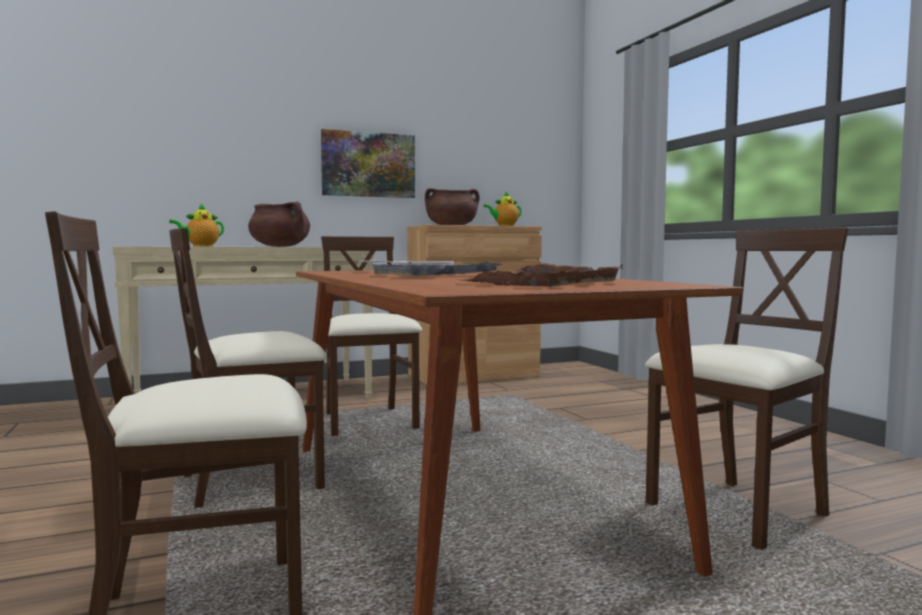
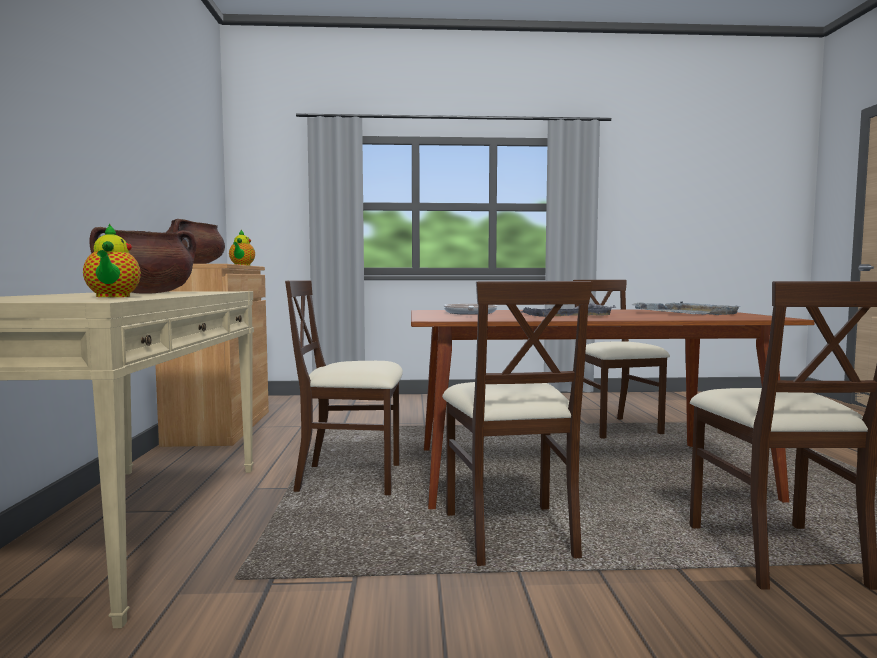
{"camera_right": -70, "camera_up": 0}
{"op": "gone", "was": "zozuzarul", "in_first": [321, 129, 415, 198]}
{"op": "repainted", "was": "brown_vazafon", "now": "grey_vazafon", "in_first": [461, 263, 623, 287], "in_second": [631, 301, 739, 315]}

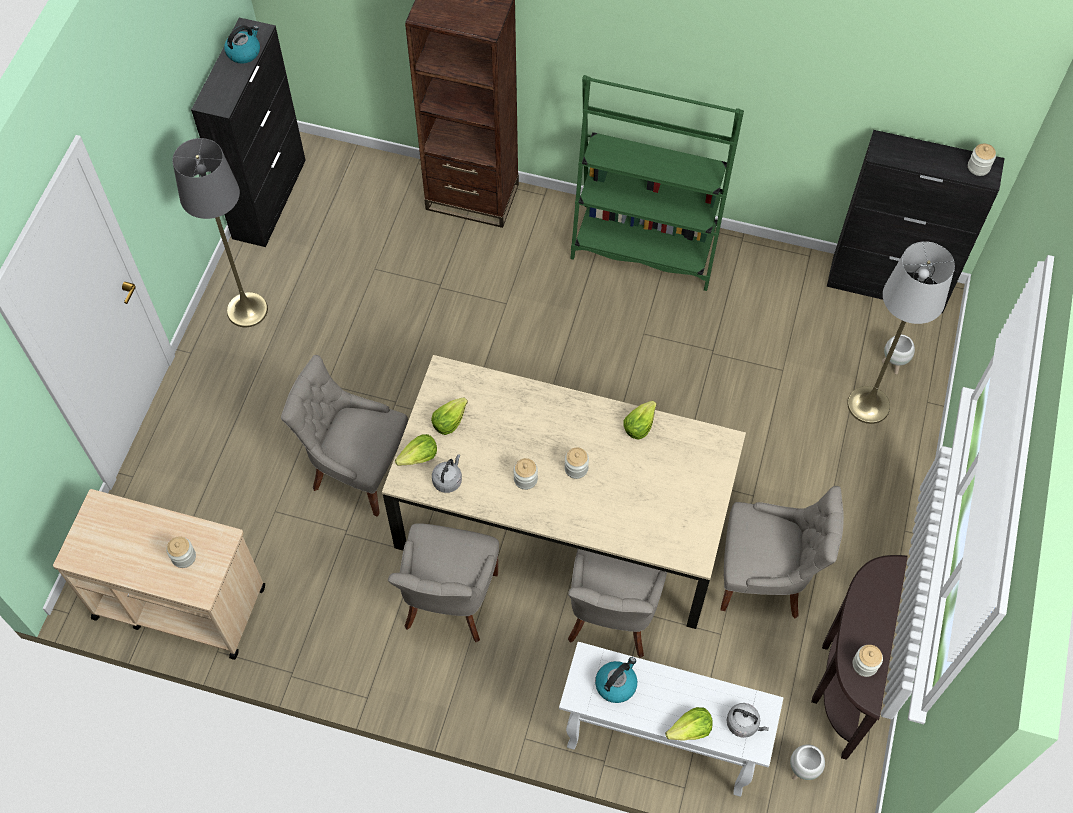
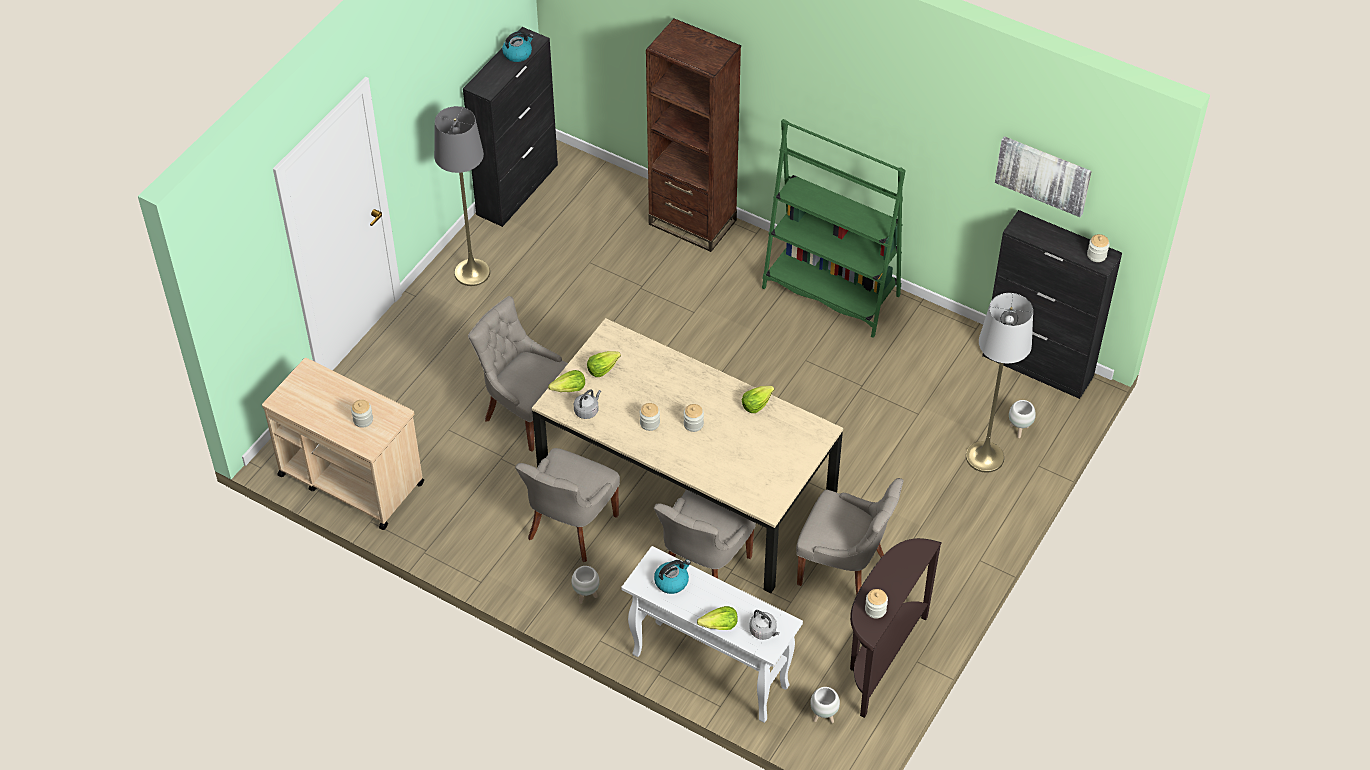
{"camera_right": 15, "camera_up": -10}
{"op": "new", "now": "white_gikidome", "in_second": [571, 566, 600, 604]}
{"op": "new", "now": "zozuzarul", "in_second": [995, 136, 1092, 217]}

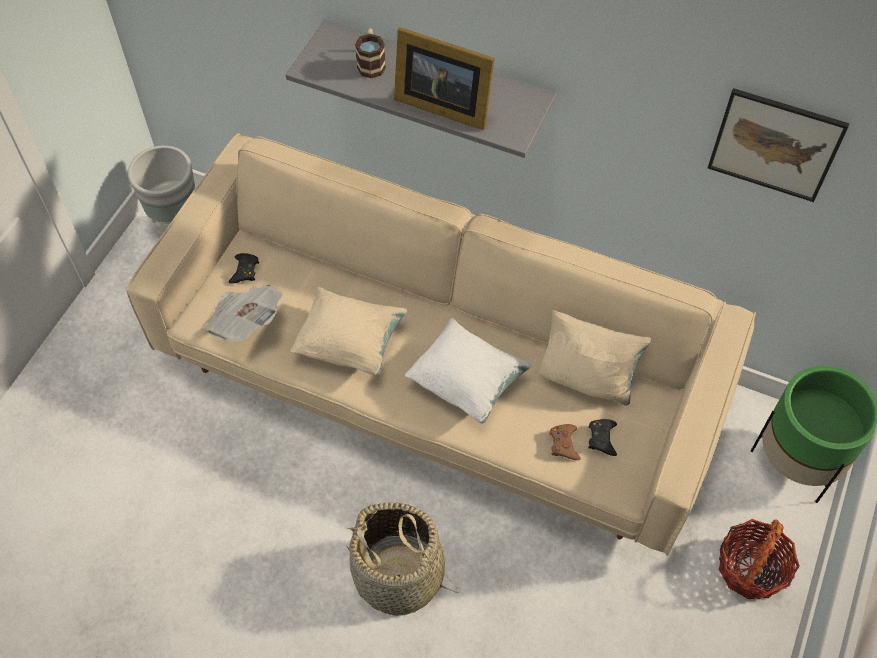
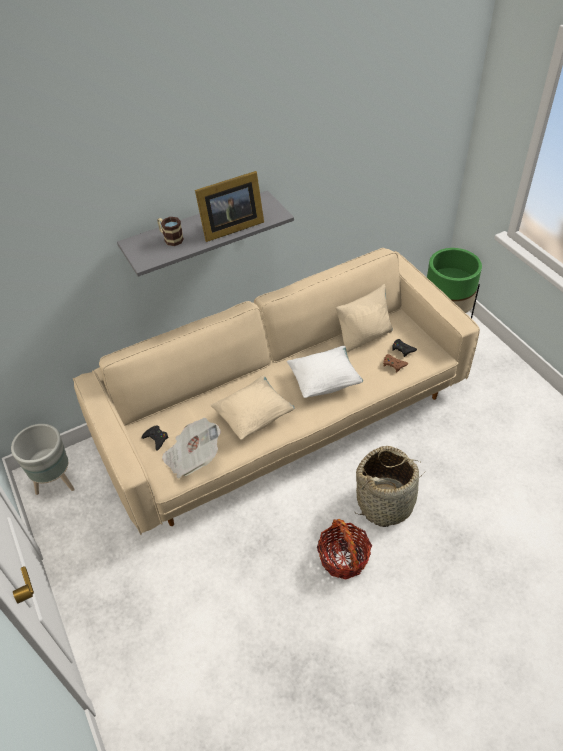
{"camera_right": -50, "camera_up": -10}
{"op": "gone", "was": "zozuzarul", "in_first": [708, 88, 850, 202]}
{"op": "shifted", "was": "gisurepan", "in_first": [719, 519, 800, 599], "in_second": [317, 519, 372, 580]}

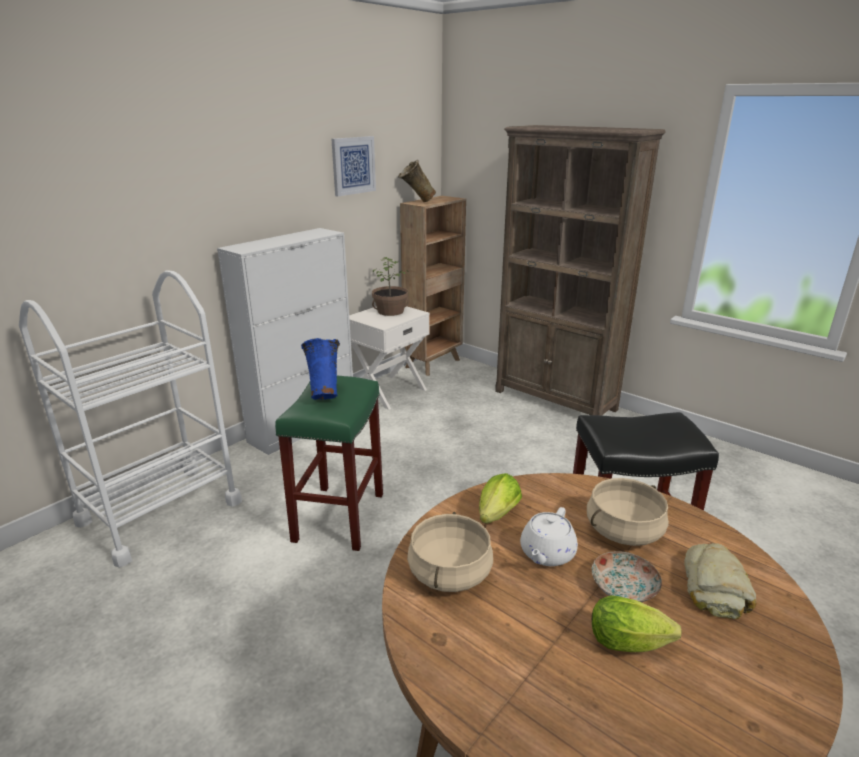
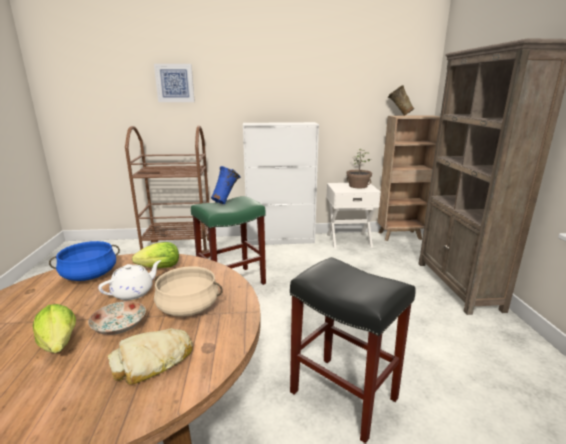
{"camera_right": 45, "camera_up": -5}
{"op": "shifted", "was": "zozuzarul", "in_first": [331, 136, 376, 196], "in_second": [154, 64, 195, 102]}
{"op": "repainted", "was": "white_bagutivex", "now": "brown_bagutivex", "in_first": [19, 270, 242, 568], "in_second": [125, 125, 210, 258]}
{"op": "repainted", "was": "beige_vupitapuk", "now": "blue_vupitapuk", "in_first": [407, 512, 493, 592], "in_second": [49, 241, 120, 281]}
{"op": "rotated", "was": "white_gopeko", "in_first": [520, 507, 578, 566], "in_second": [98, 260, 161, 300], "clockwise": 150}

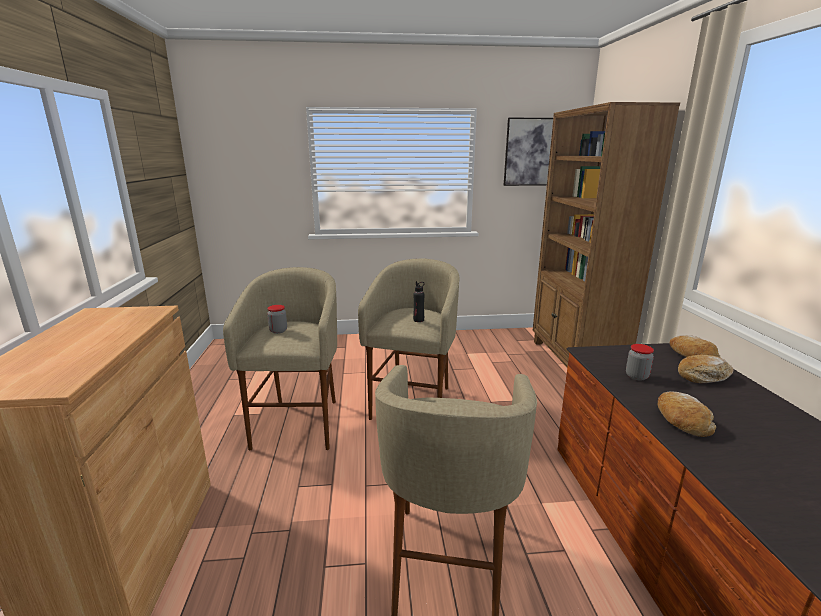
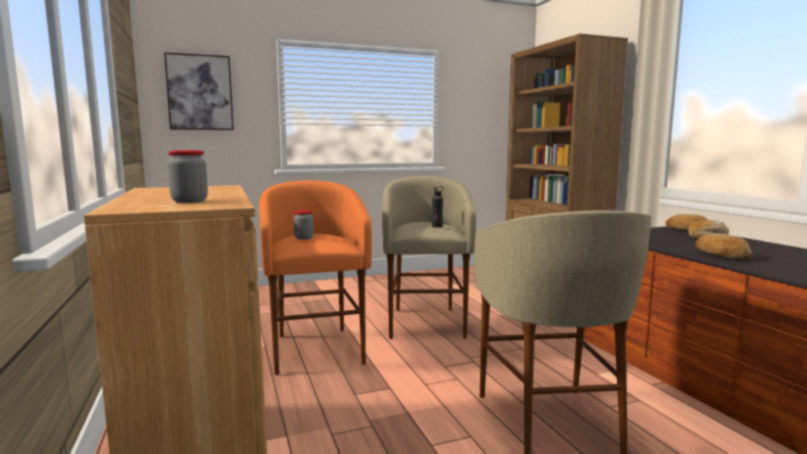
{"camera_right": -15, "camera_up": -10}
{"op": "shifted", "was": "zozuzarul", "in_first": [504, 118, 553, 186], "in_second": [164, 52, 234, 130]}
{"op": "shifted", "was": "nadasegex", "in_first": [626, 344, 654, 380], "in_second": [168, 150, 208, 203]}
{"op": "repainted", "was": "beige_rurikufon", "now": "orange_rurikufon", "in_first": [223, 267, 337, 451], "in_second": [259, 180, 372, 375]}

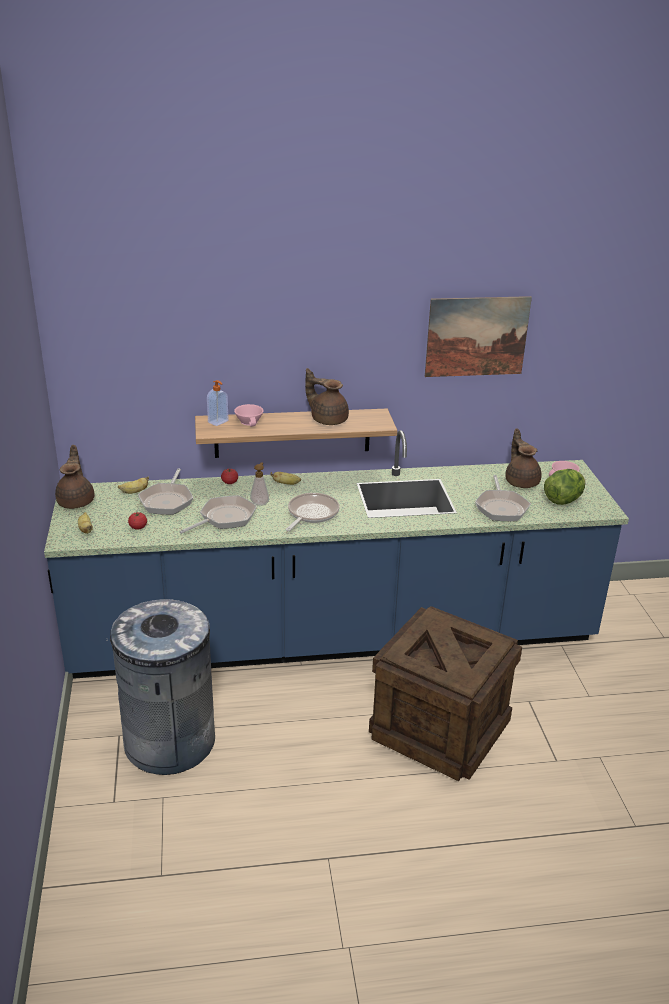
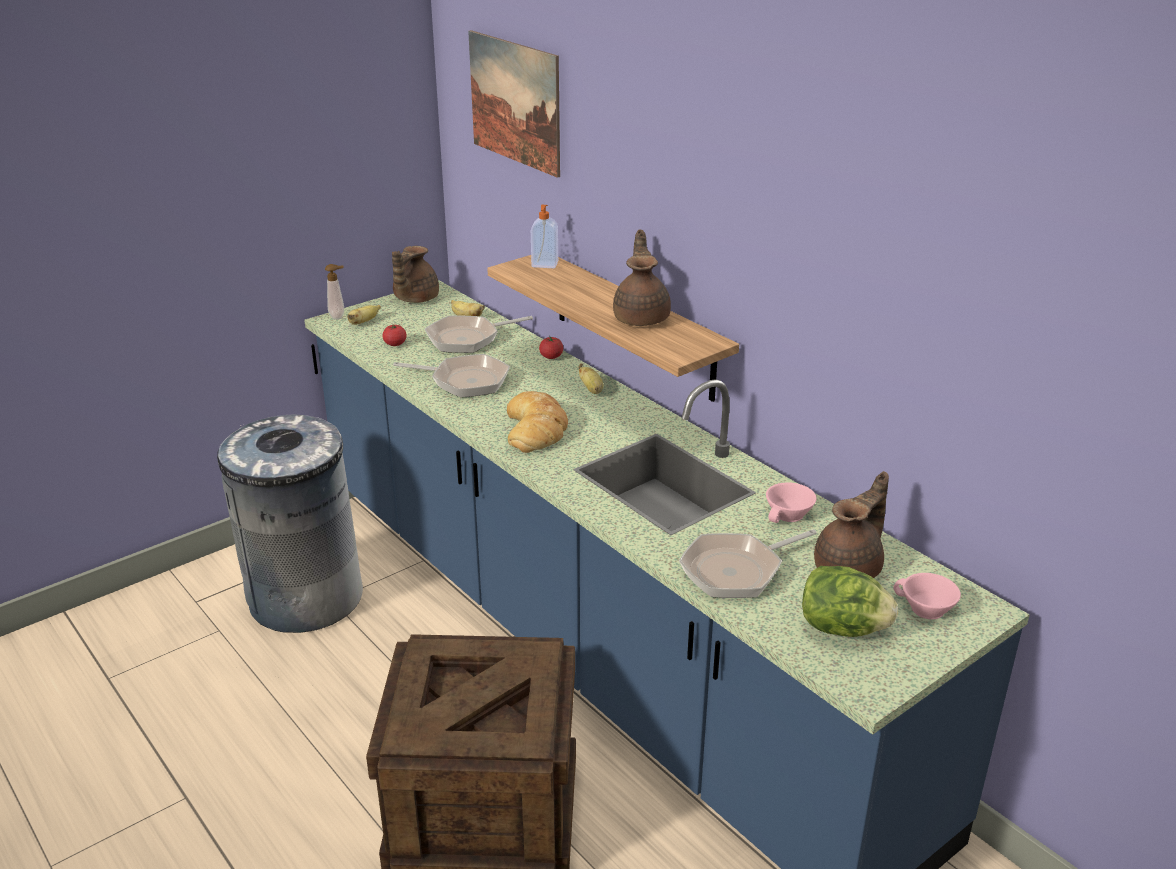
{"camera_right": 60, "camera_up": 0}
{"op": "shifted", "was": "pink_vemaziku", "in_first": [234, 404, 264, 427], "in_second": [766, 482, 817, 523]}
{"op": "shifted", "was": "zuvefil", "in_first": [250, 462, 269, 506], "in_second": [325, 264, 344, 320]}
{"op": "shifted", "was": "zozuzarul", "in_first": [425, 296, 532, 377], "in_second": [468, 30, 560, 178]}
{"op": "swapped", "was": "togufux", "now": "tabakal", "in_first": [286, 493, 339, 531], "in_second": [507, 391, 568, 453]}
{"op": "rotated", "was": "brown_gopeko", "in_first": [55, 445, 95, 509], "in_second": [392, 246, 439, 303], "clockwise": 150}

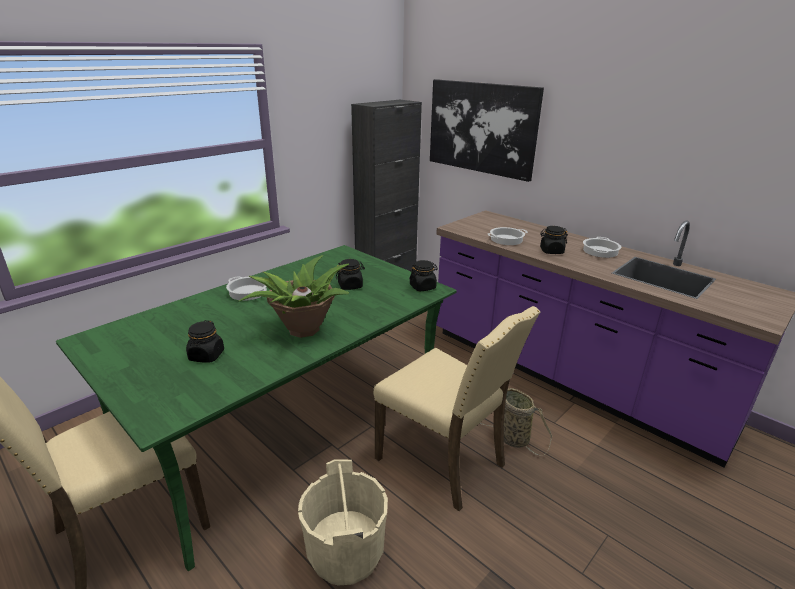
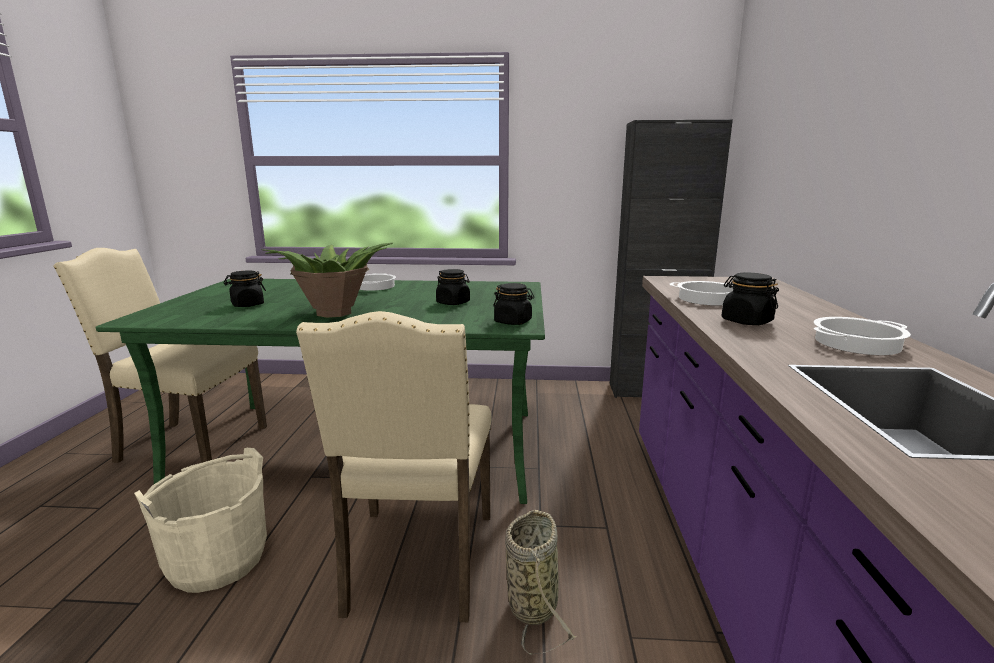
{"camera_right": 50, "camera_up": -10}
{"op": "gone", "was": "zozuzarul", "in_first": [430, 79, 544, 182]}

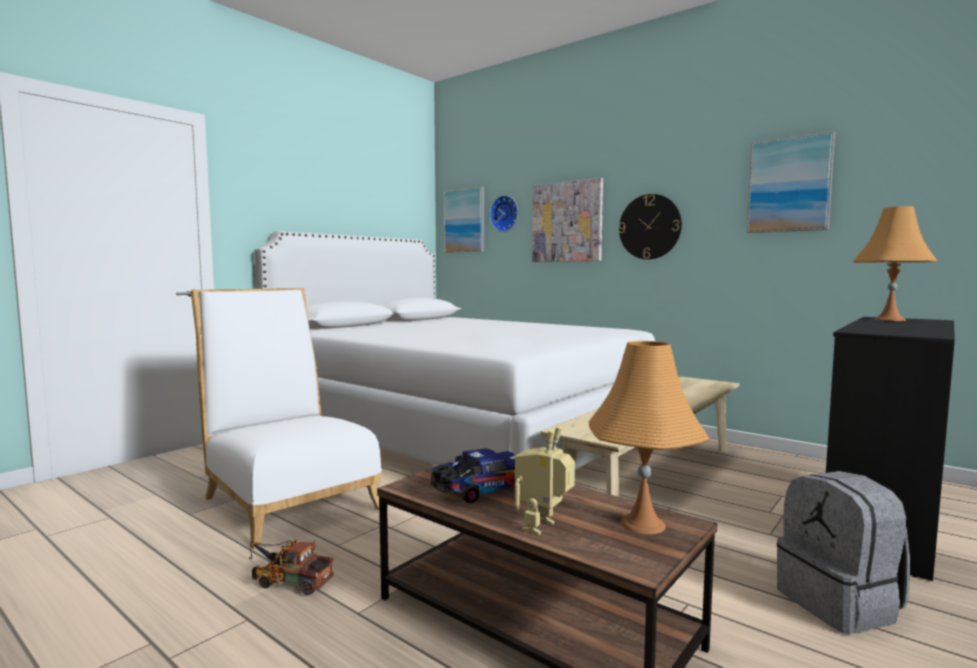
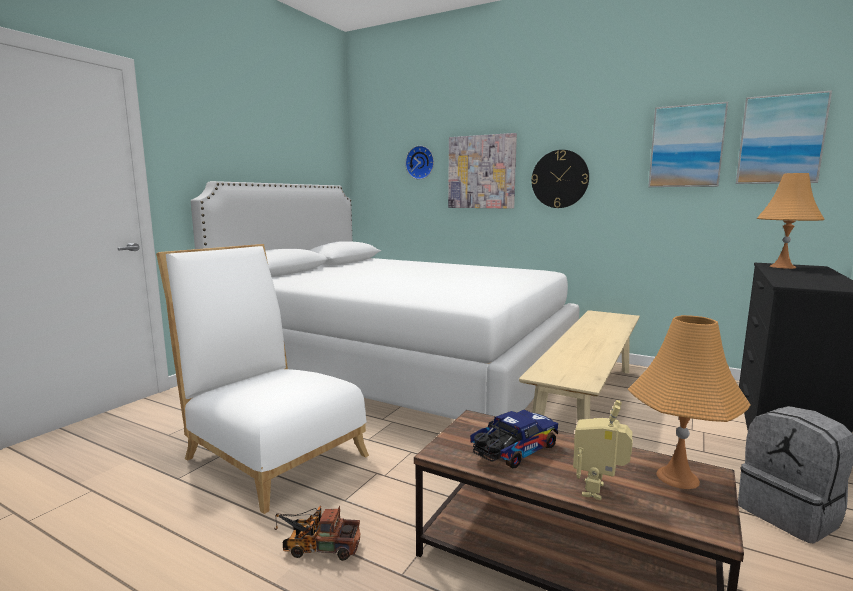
{"camera_right": -10, "camera_up": 5}
{"op": "shifted", "was": "zozuzarul", "in_first": [444, 186, 484, 253], "in_second": [736, 90, 832, 184]}

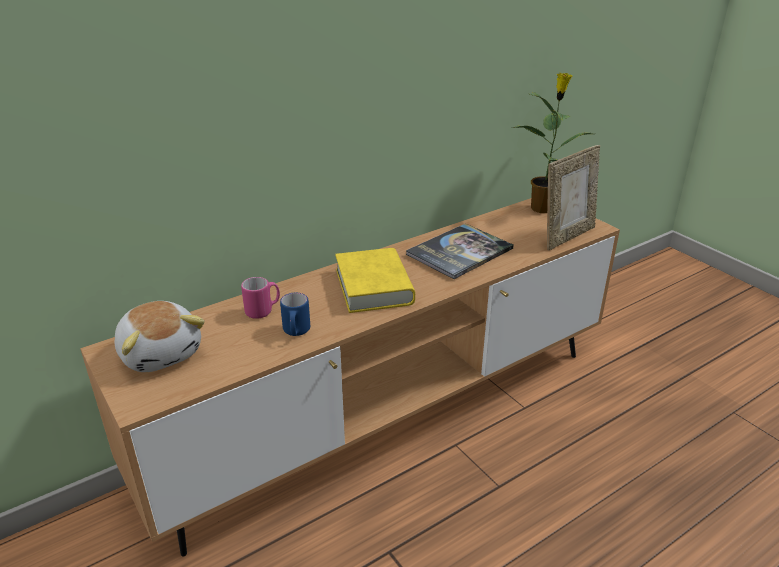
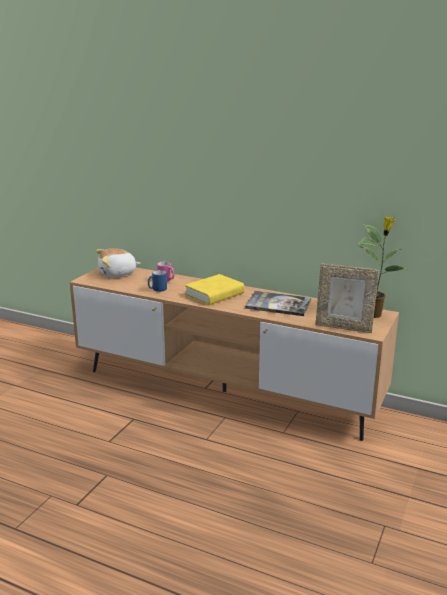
{"camera_right": 60, "camera_up": -10}
{"op": "rotated", "was": "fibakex", "in_first": [114, 301, 205, 372], "in_second": [96, 248, 141, 277], "clockwise": 45}

